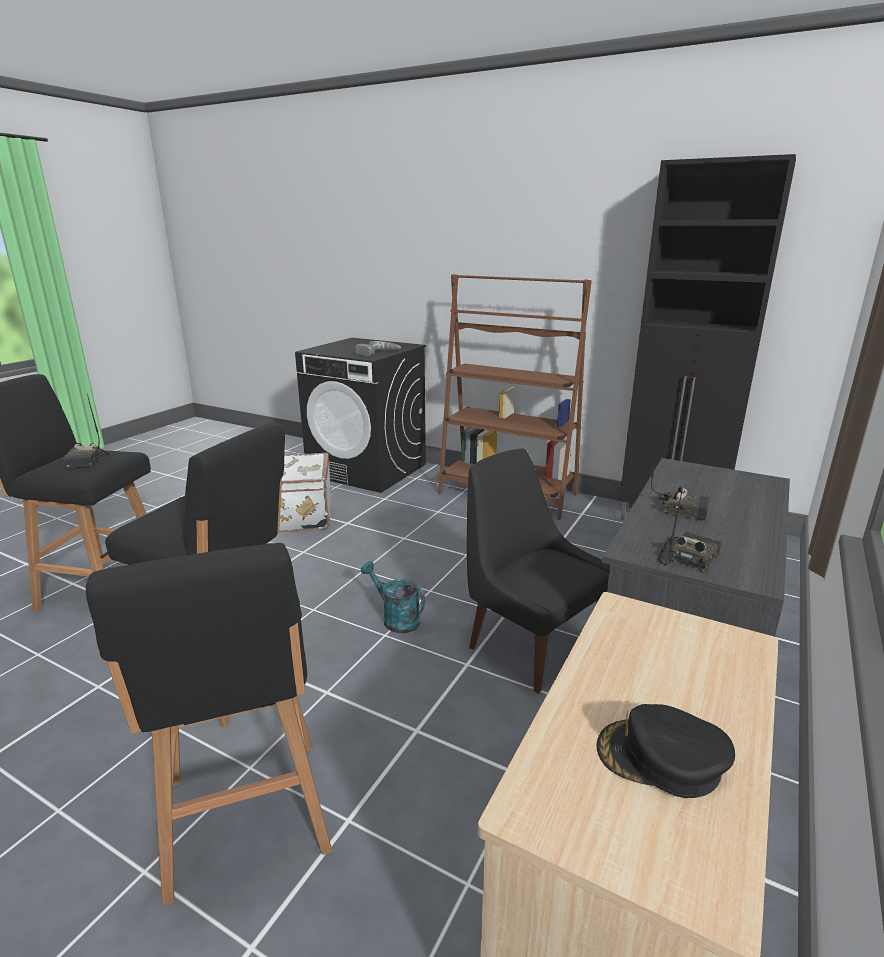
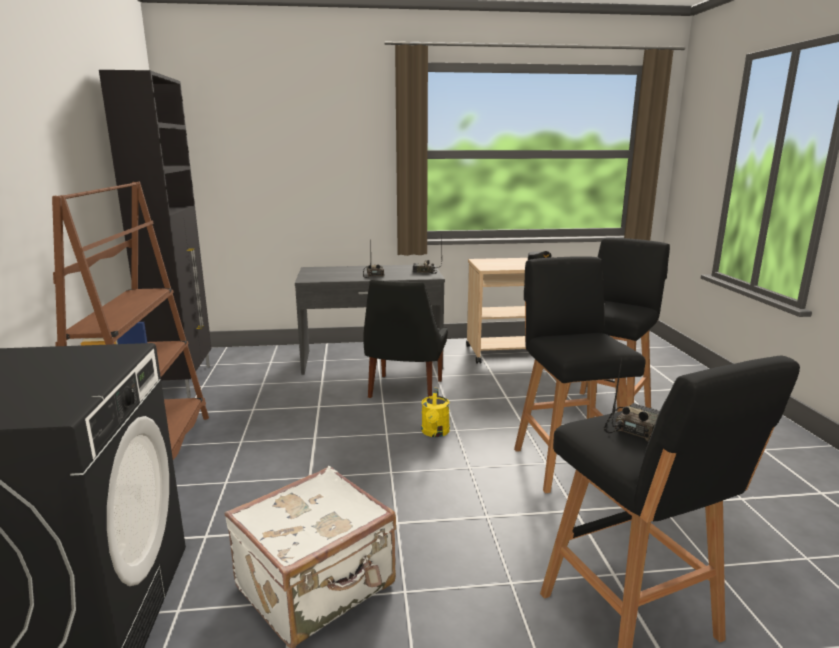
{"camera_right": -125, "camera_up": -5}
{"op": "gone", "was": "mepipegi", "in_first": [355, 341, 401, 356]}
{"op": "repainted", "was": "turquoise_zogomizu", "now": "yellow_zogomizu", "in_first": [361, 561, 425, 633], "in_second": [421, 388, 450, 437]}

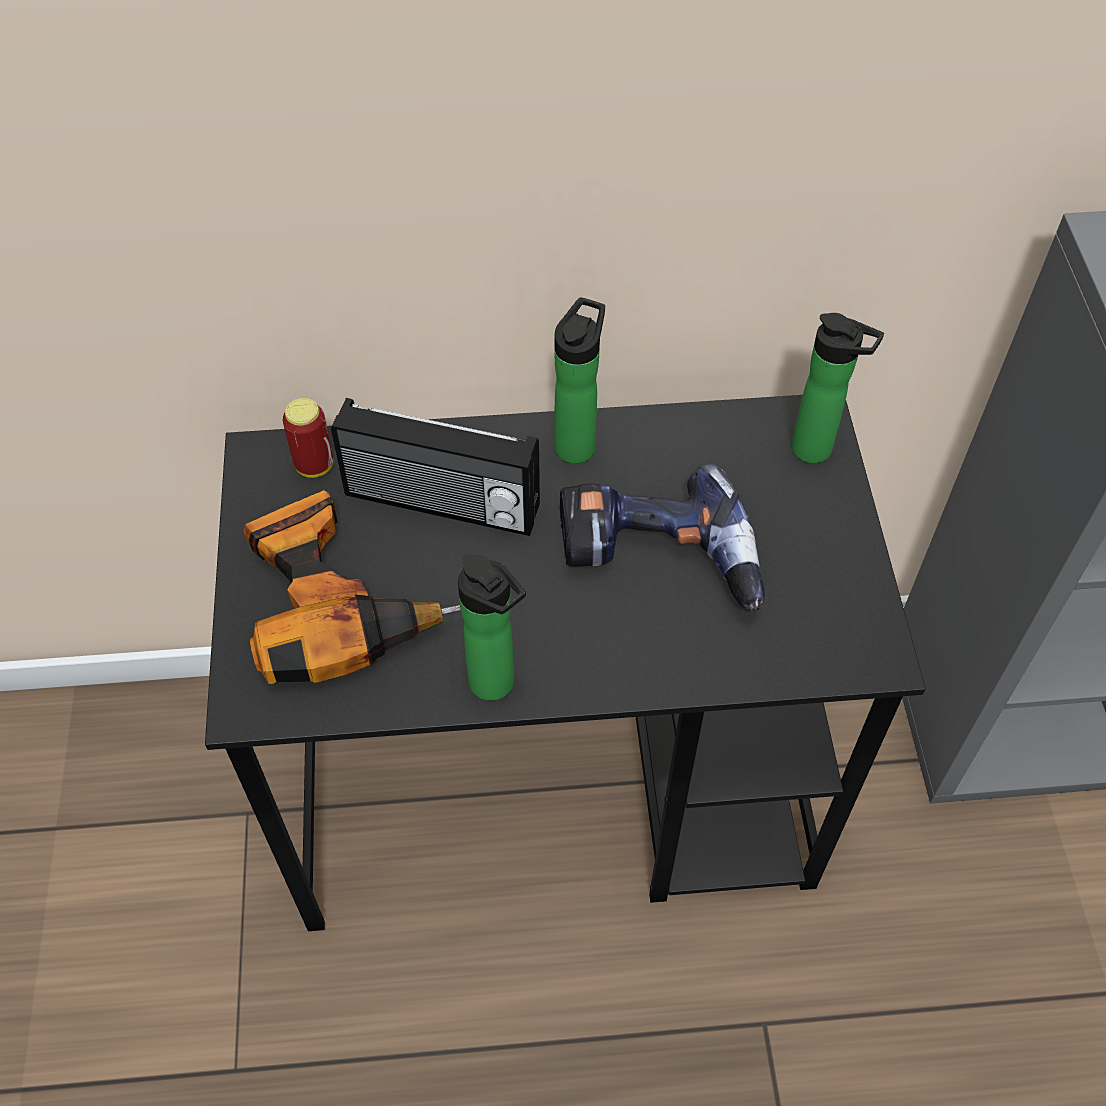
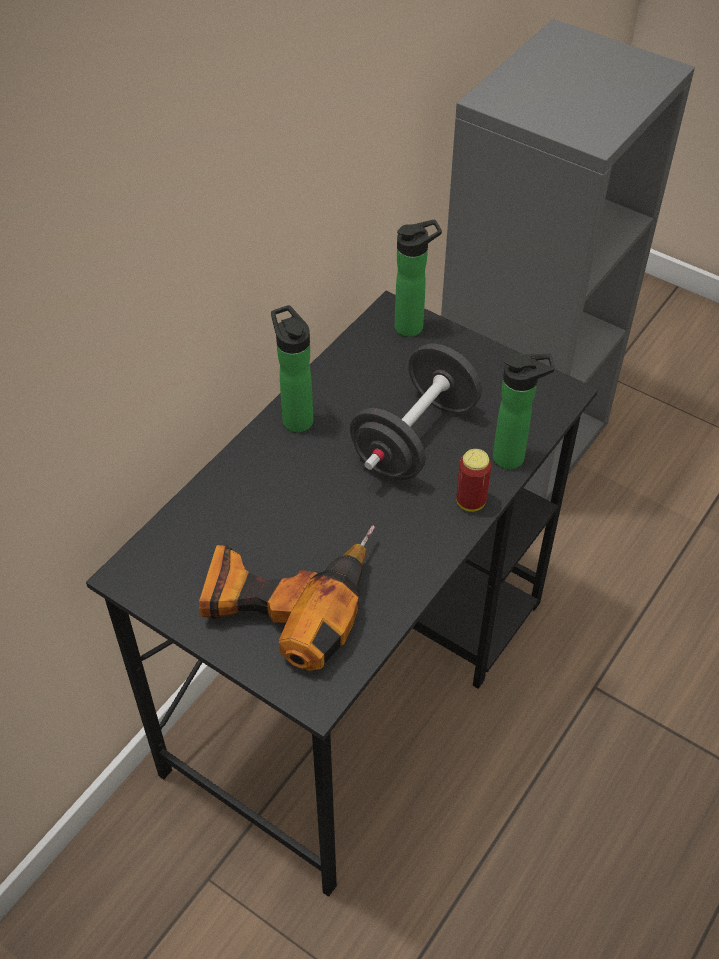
{"camera_right": -50, "camera_up": -5}
{"op": "gone", "was": "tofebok", "in_first": [331, 398, 540, 536]}
{"op": "shifted", "was": "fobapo", "in_first": [283, 398, 333, 478], "in_second": [456, 449, 492, 512]}
{"op": "shifted", "was": "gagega", "in_first": [458, 554, 526, 701], "in_second": [493, 354, 555, 469]}
{"op": "swapped", "was": "mepipegi", "now": "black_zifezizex", "in_first": [559, 464, 765, 612], "in_second": [350, 344, 482, 480]}

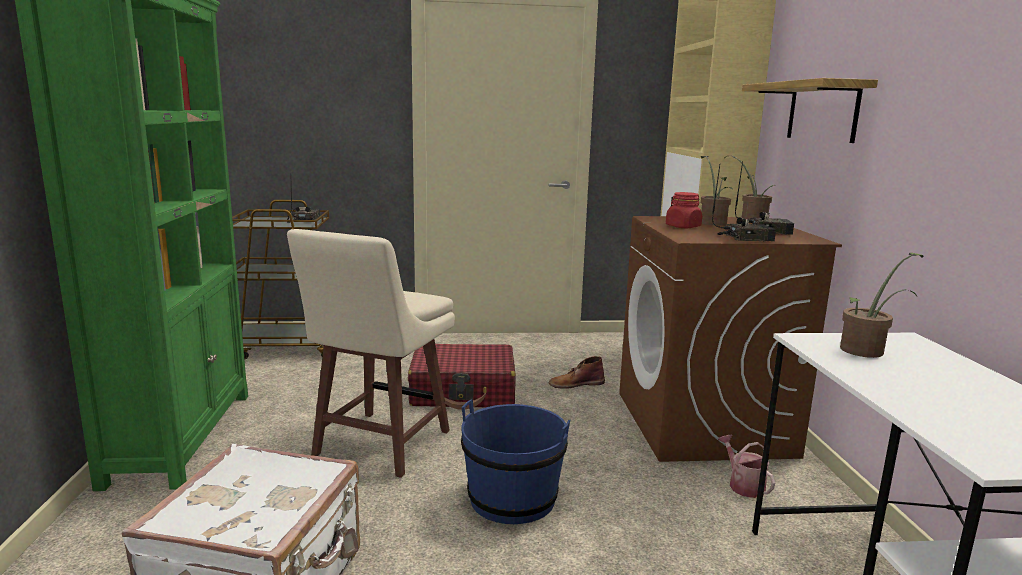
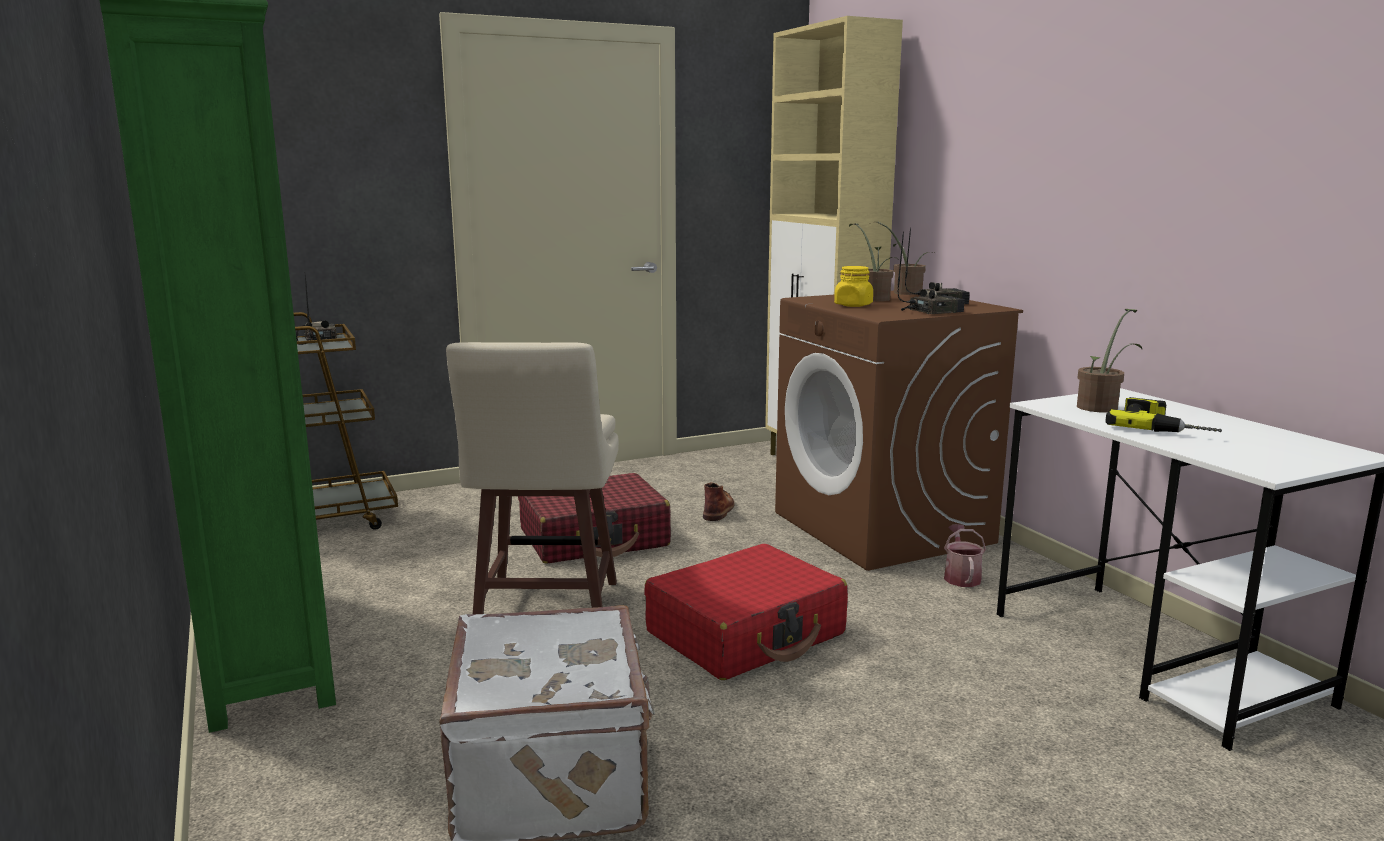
{"camera_right": -20, "camera_up": 0}
{"op": "gone", "was": "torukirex", "in_first": [742, 78, 878, 143]}
{"op": "new", "now": "mepipegi", "in_second": [1105, 397, 1222, 432]}
{"op": "swapped", "was": "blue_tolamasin", "now": "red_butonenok", "in_first": [461, 400, 570, 524], "in_second": [644, 544, 848, 680]}
{"op": "repainted", "was": "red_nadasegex", "now": "yellow_nadasegex", "in_first": [666, 192, 702, 228], "in_second": [834, 266, 873, 307]}
{"op": "rotated", "was": "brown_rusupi", "in_first": [549, 356, 605, 389], "in_second": [703, 482, 735, 521], "clockwise": 135}
{"op": "rotated", "was": "zogomizu", "in_first": [718, 435, 775, 498], "in_second": [944, 524, 986, 587], "clockwise": 45}

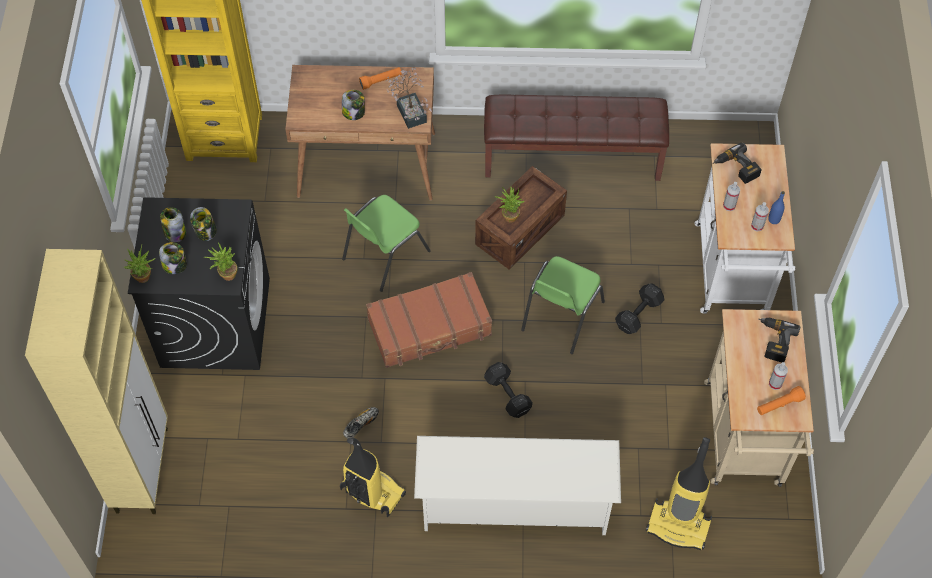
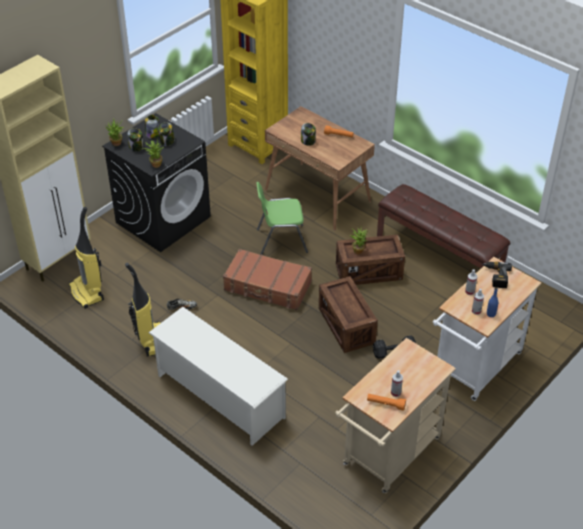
{"camera_right": 40, "camera_up": -15}
{"op": "gone", "was": "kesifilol", "in_first": [386, 68, 432, 129]}
{"op": "gone", "was": "black_zifezizex", "in_first": [484, 362, 533, 418]}
{"op": "gone", "was": "mepipegi", "in_first": [758, 318, 800, 363]}
{"op": "shifted", "was": "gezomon", "in_first": [646, 437, 712, 550], "in_second": [69, 207, 104, 309]}
{"op": "swapped", "was": "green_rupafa", "now": "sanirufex", "in_first": [521, 256, 605, 354], "in_second": [319, 276, 378, 353]}

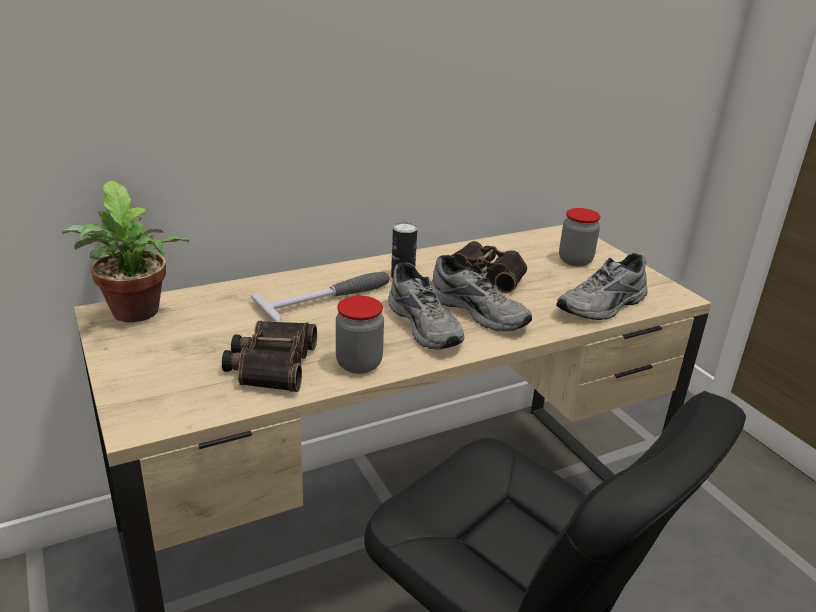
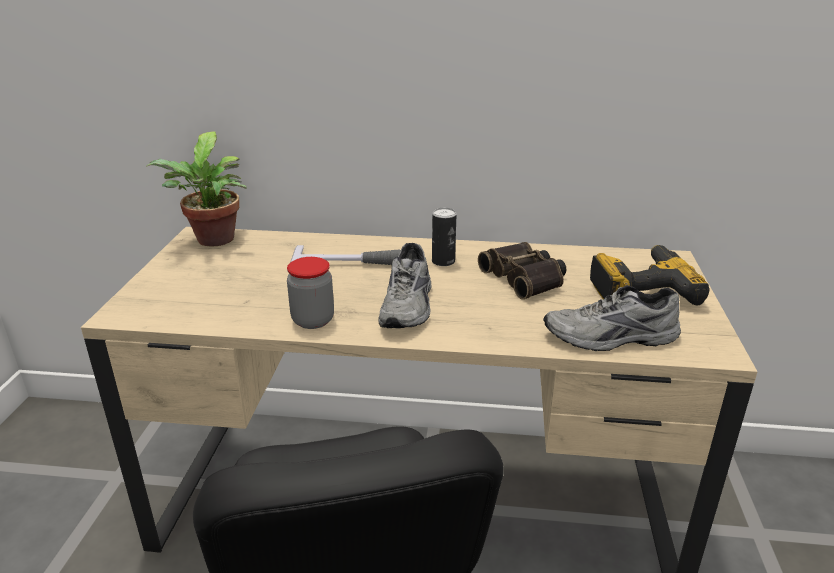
{"camera_right": 35, "camera_up": 0}
{"op": "gone", "was": "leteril", "in_first": [222, 321, 317, 392]}
{"op": "gone", "was": "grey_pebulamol", "in_first": [431, 255, 532, 332]}
{"op": "swapped", "was": "nadasegex", "now": "mepipegi", "in_first": [559, 208, 601, 266], "in_second": [590, 245, 710, 306]}

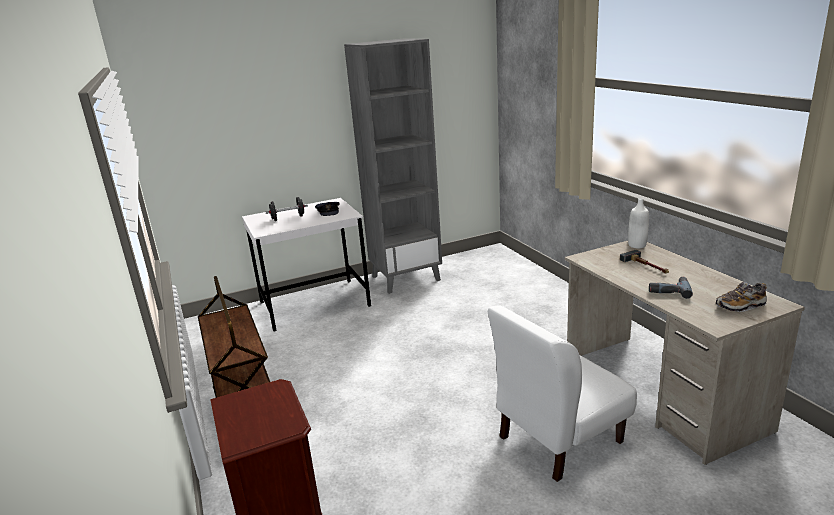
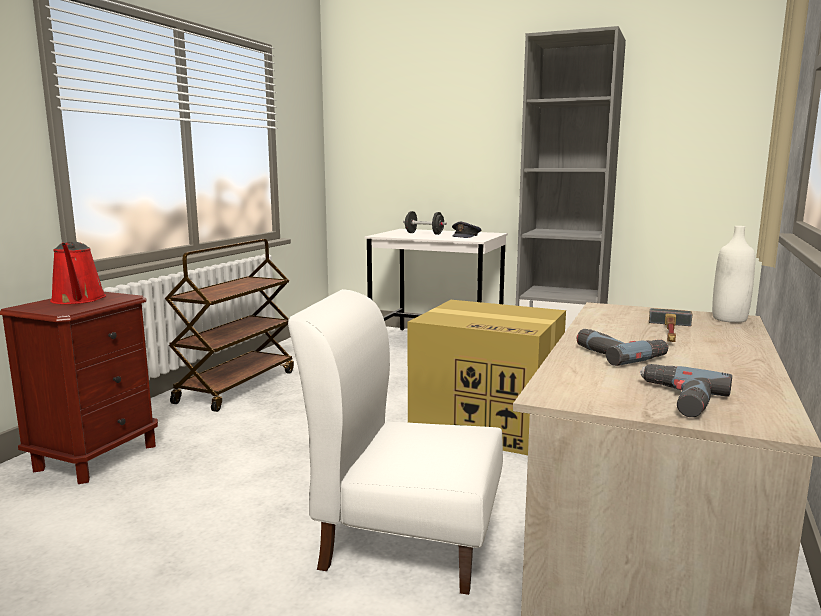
{"camera_right": 45, "camera_up": -10}
{"op": "new", "now": "red_zogomizu", "in_second": [50, 242, 106, 304]}
{"op": "new", "now": "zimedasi", "in_second": [408, 300, 566, 455]}
{"op": "swapped", "was": "pebulamol", "now": "mepipegi", "in_first": [716, 282, 767, 312], "in_second": [640, 364, 732, 417]}

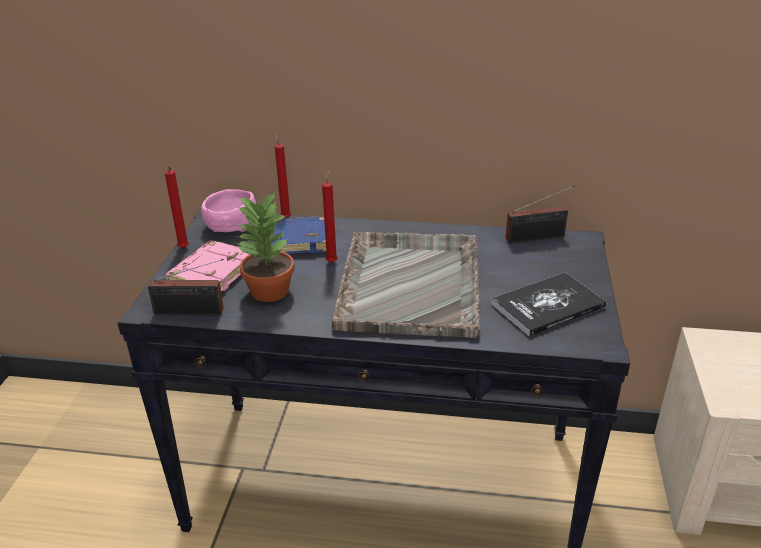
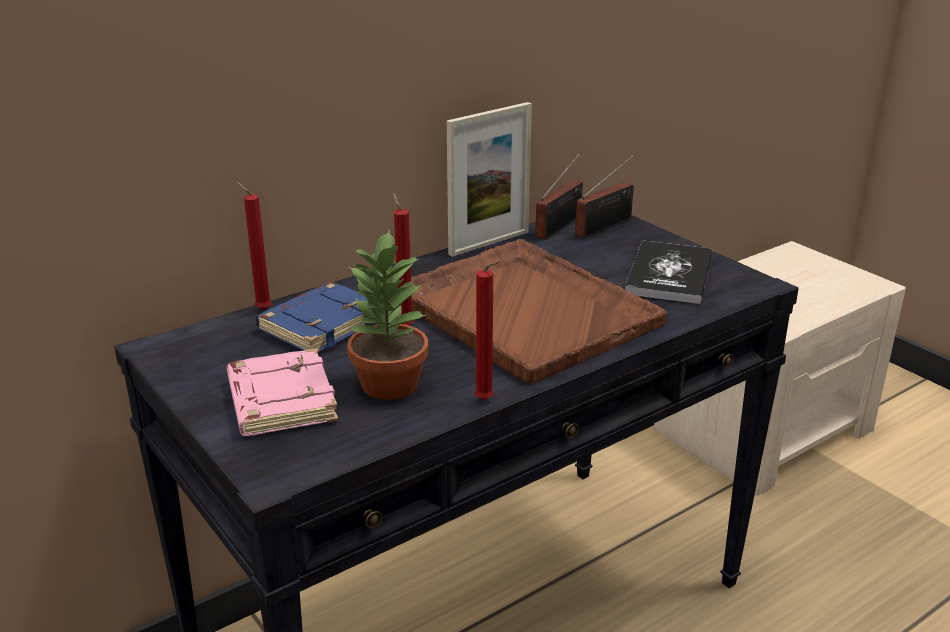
{"camera_right": -45, "camera_up": -5}
{"op": "gone", "was": "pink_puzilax", "in_first": [201, 189, 256, 232]}
{"op": "new", "now": "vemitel", "in_second": [447, 102, 532, 257]}
{"op": "shifted", "was": "tofebok", "in_first": [148, 259, 224, 315], "in_second": [575, 154, 635, 238]}
{"op": "shifted", "was": "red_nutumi", "in_first": [165, 167, 189, 248], "in_second": [474, 261, 501, 400]}
{"op": "repainted", "was": "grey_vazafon", "now": "brown_vazafon", "in_first": [332, 232, 480, 338], "in_second": [396, 239, 667, 384]}

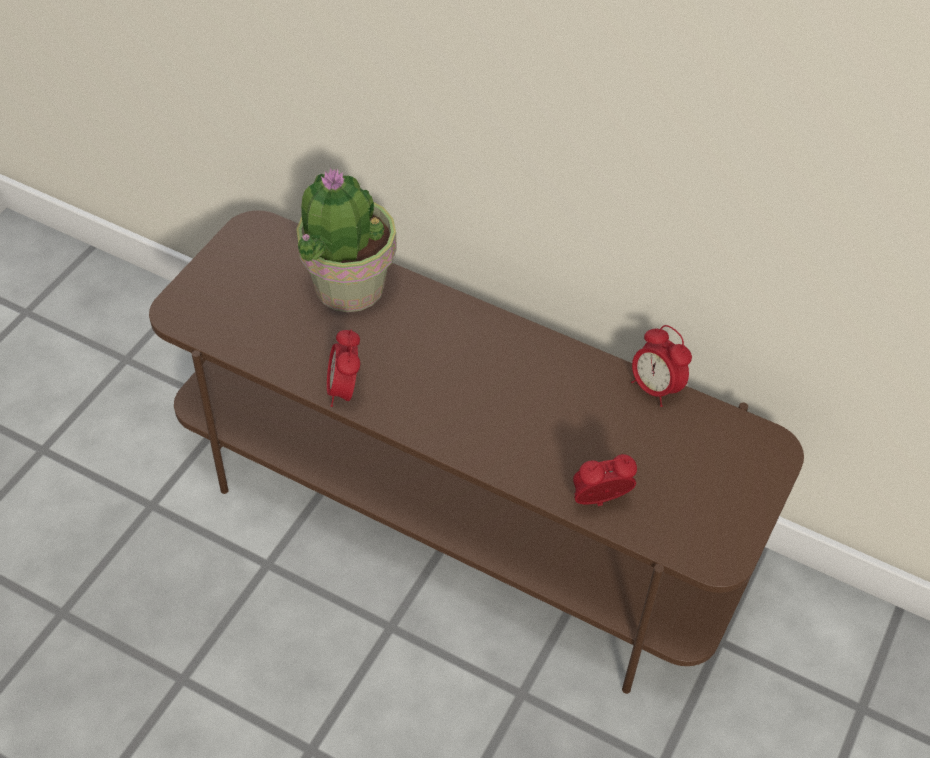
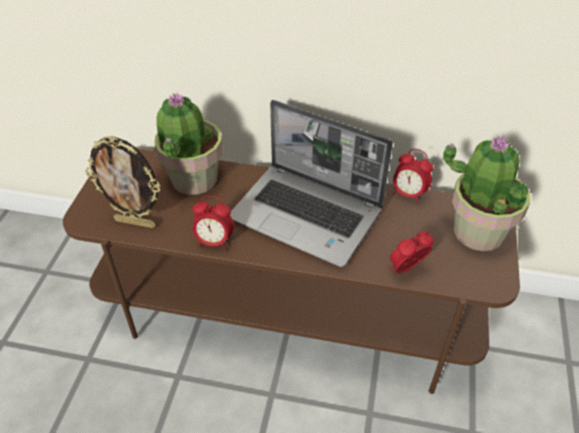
{"camera_right": -15, "camera_up": -5}
{"op": "new", "now": "vemitel", "in_second": [85, 136, 160, 228]}
{"op": "new", "now": "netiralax", "in_second": [230, 100, 393, 267]}
{"op": "new", "now": "kesifilol", "in_second": [443, 136, 530, 251]}
{"op": "rotated", "was": "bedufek", "in_first": [327, 330, 360, 407], "in_second": [193, 196, 234, 250], "clockwise": -60}

